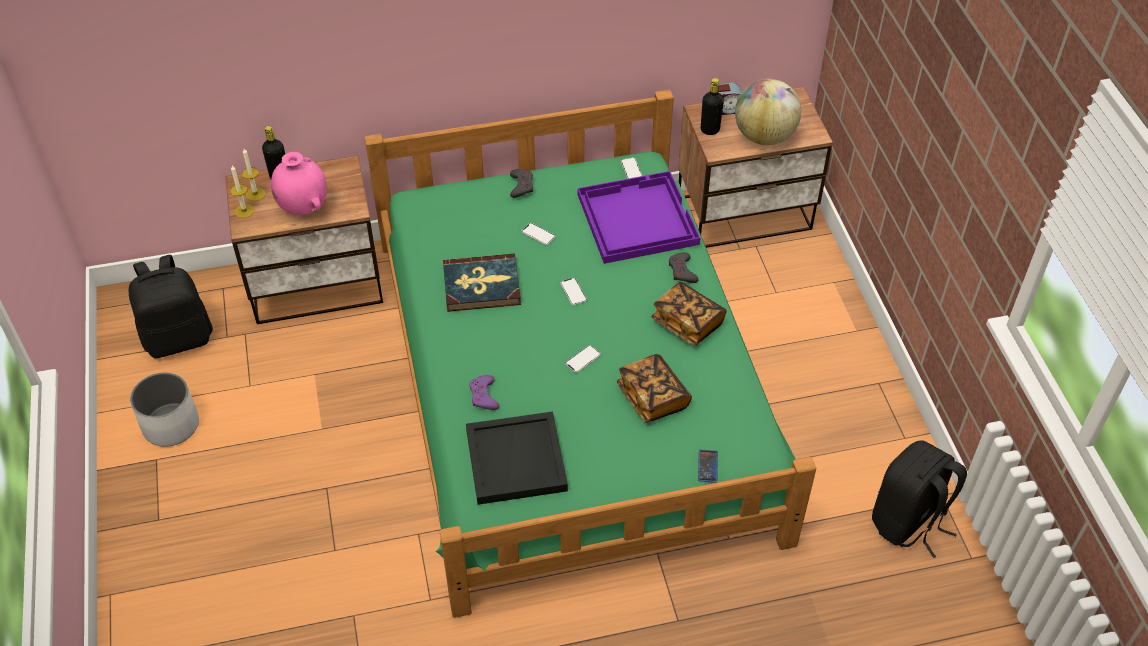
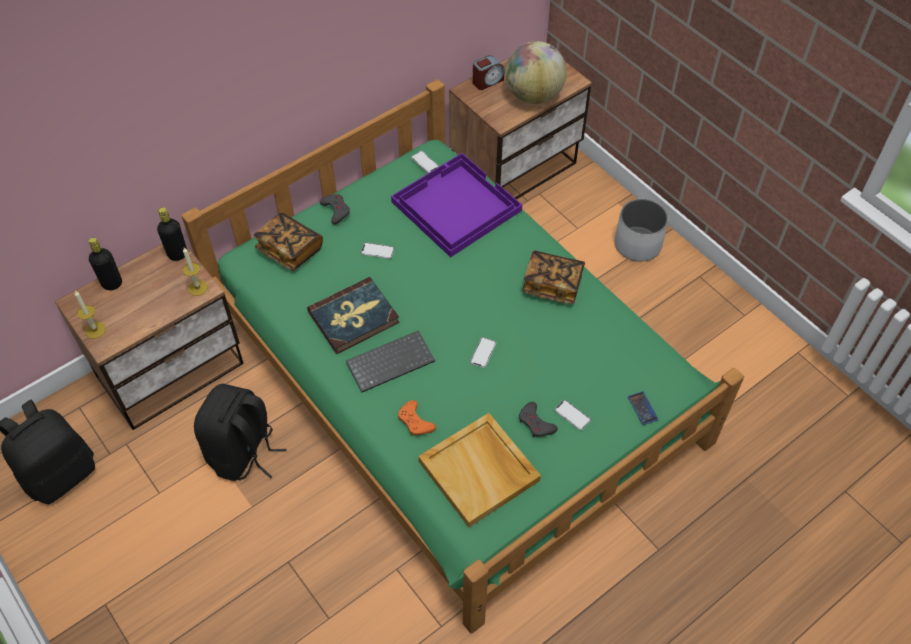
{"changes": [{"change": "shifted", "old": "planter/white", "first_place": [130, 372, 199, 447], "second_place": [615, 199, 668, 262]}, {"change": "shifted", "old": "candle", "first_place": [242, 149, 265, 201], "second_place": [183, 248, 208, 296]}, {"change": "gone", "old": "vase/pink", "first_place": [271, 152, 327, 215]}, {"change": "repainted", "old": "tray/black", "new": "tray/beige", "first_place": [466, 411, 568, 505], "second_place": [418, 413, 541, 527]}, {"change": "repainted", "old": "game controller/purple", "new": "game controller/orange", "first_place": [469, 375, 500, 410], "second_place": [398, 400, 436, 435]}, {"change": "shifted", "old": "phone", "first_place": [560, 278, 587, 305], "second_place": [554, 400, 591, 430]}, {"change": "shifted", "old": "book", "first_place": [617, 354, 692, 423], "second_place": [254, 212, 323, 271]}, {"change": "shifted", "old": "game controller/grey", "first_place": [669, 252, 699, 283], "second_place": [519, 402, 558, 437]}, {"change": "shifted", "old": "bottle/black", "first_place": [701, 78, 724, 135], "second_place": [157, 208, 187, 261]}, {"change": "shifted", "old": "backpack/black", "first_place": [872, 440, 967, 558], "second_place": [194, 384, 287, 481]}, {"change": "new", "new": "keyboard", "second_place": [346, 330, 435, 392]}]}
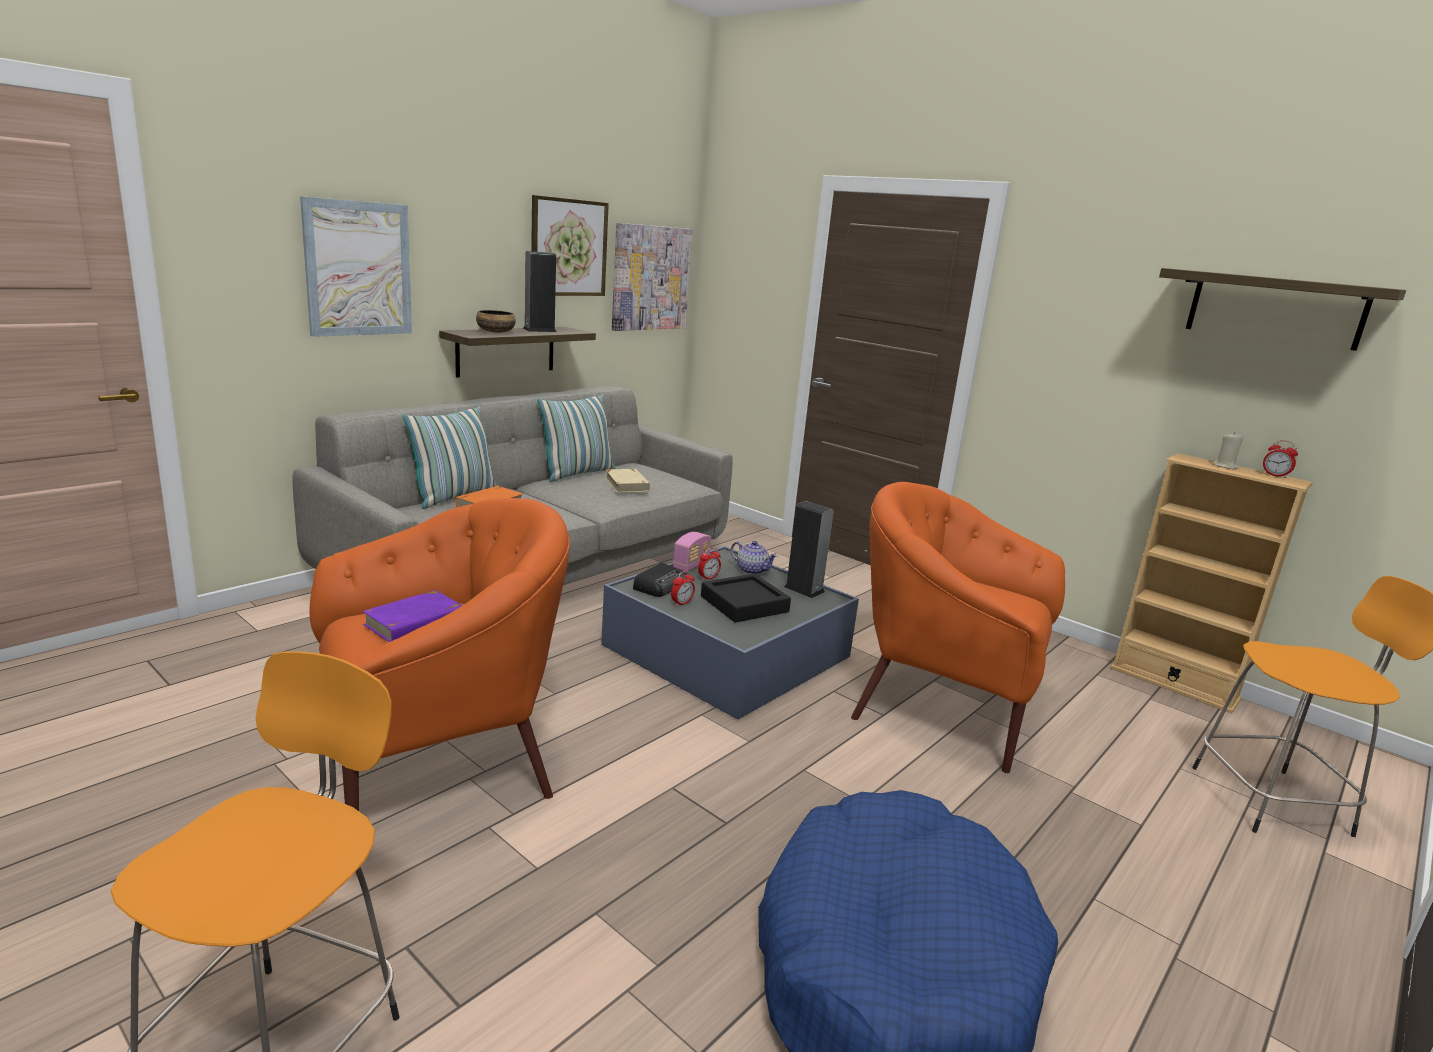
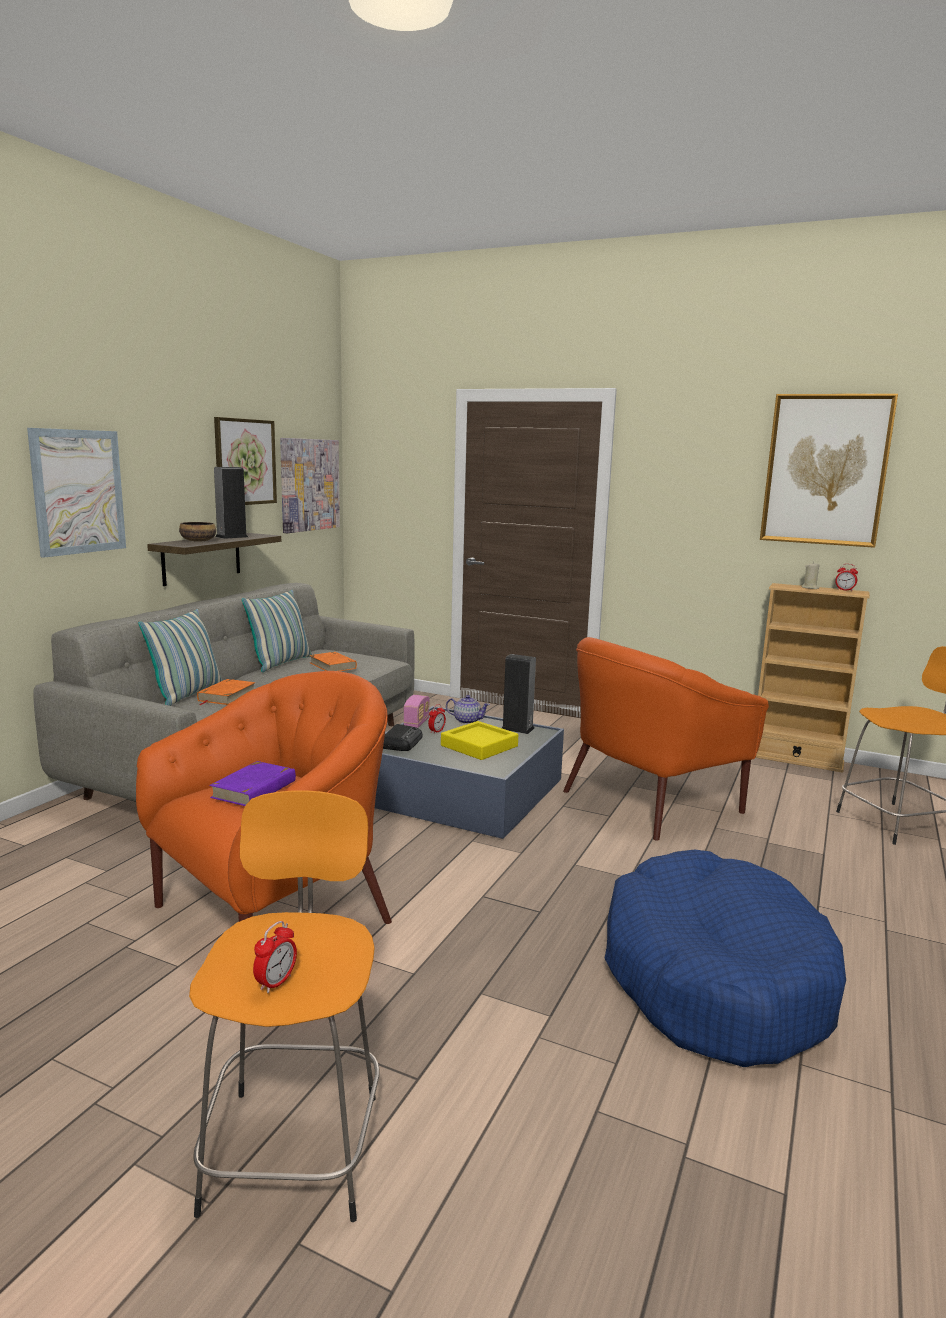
{"changes": [{"change": "repainted", "old": "book/beige", "new": "book/orange", "first_place": [605, 469, 650, 493], "second_place": [309, 652, 357, 671]}, {"change": "shifted", "old": "alarm clock", "first_place": [671, 571, 695, 606], "second_place": [253, 921, 297, 993]}, {"change": "repainted", "old": "tray/black", "new": "tray/yellow", "first_place": [701, 574, 791, 623], "second_place": [441, 721, 518, 760]}, {"change": "rotated", "old": "armchair/orange", "first_place": [851, 482, 1065, 773], "second_place": [563, 637, 769, 840], "degrees": -45}, {"change": "swapped", "old": "shelf", "new": "picture", "first_place": [1159, 268, 1406, 351], "second_place": [760, 394, 898, 548]}]}
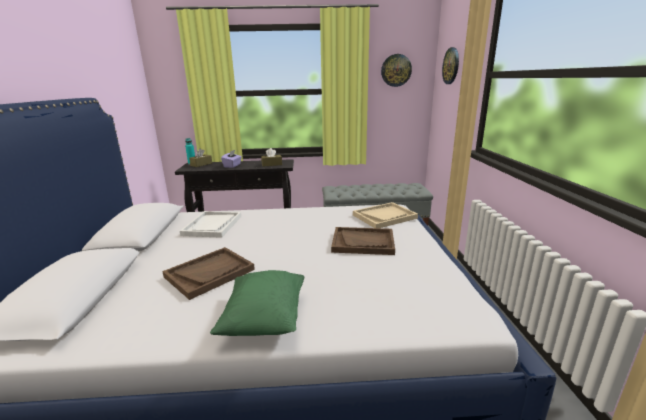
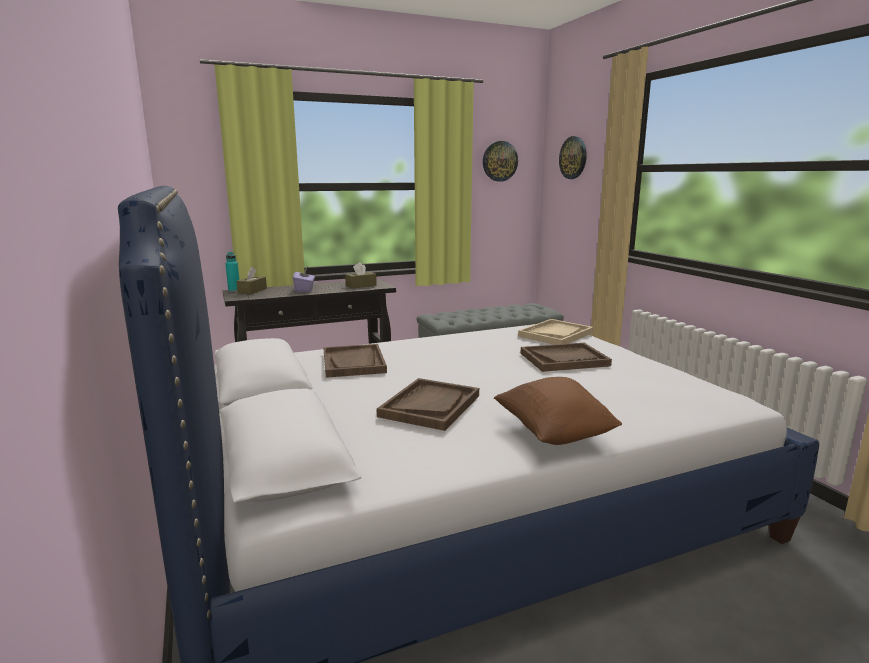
{"changes": [{"change": "repainted", "old": "tray/white", "new": "tray/brown", "first_place": [180, 211, 241, 238], "second_place": [323, 344, 387, 378]}, {"change": "repainted", "old": "pillow/green", "new": "pillow/brown", "first_place": [210, 270, 304, 336], "second_place": [494, 377, 622, 445]}]}
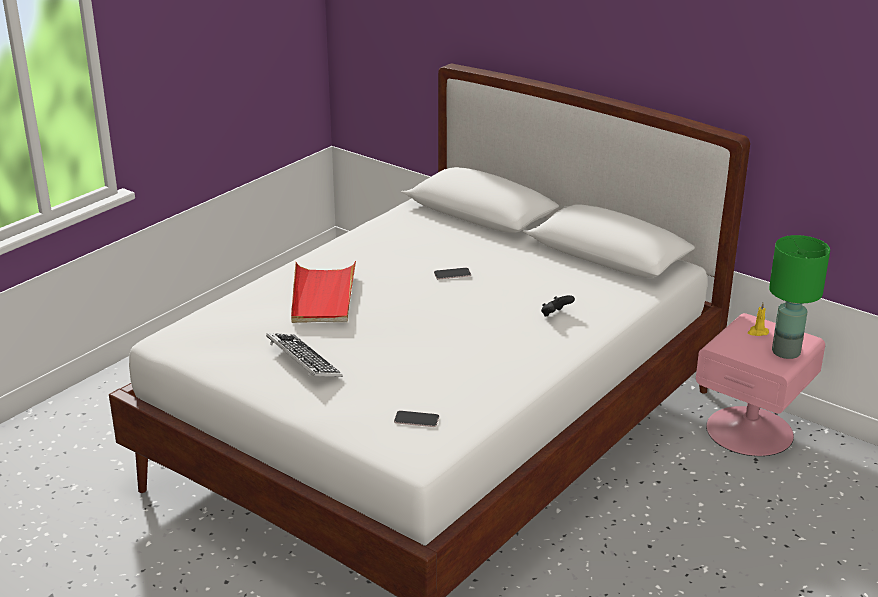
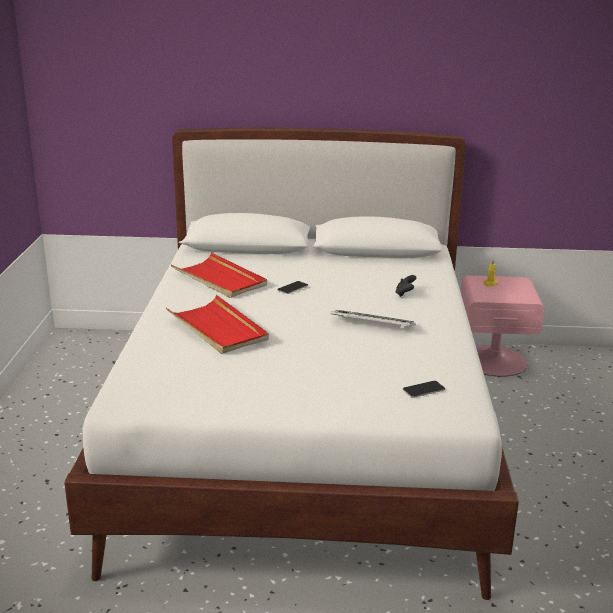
{"changes": [{"change": "shifted", "old": "keyboard", "first_place": [266, 333, 343, 377], "second_place": [330, 310, 416, 328]}, {"change": "gone", "old": "table lamp/green", "first_place": [769, 235, 830, 359]}, {"change": "new", "new": "tray/red", "second_place": [171, 253, 267, 298]}]}
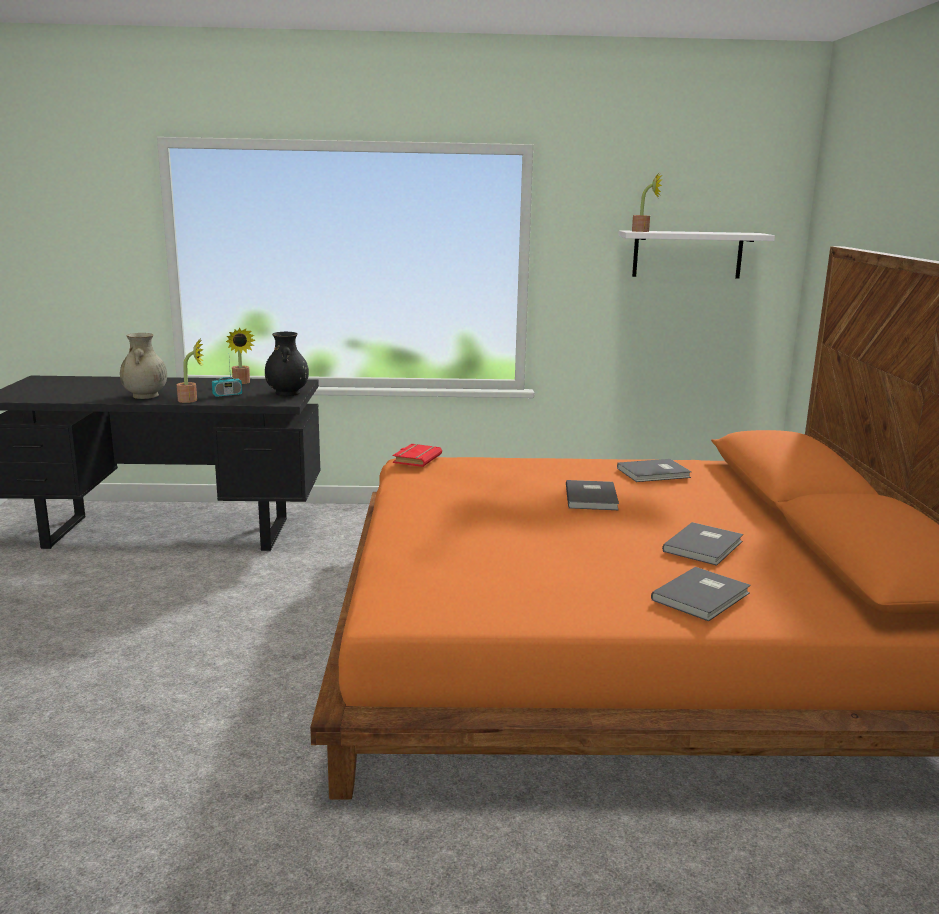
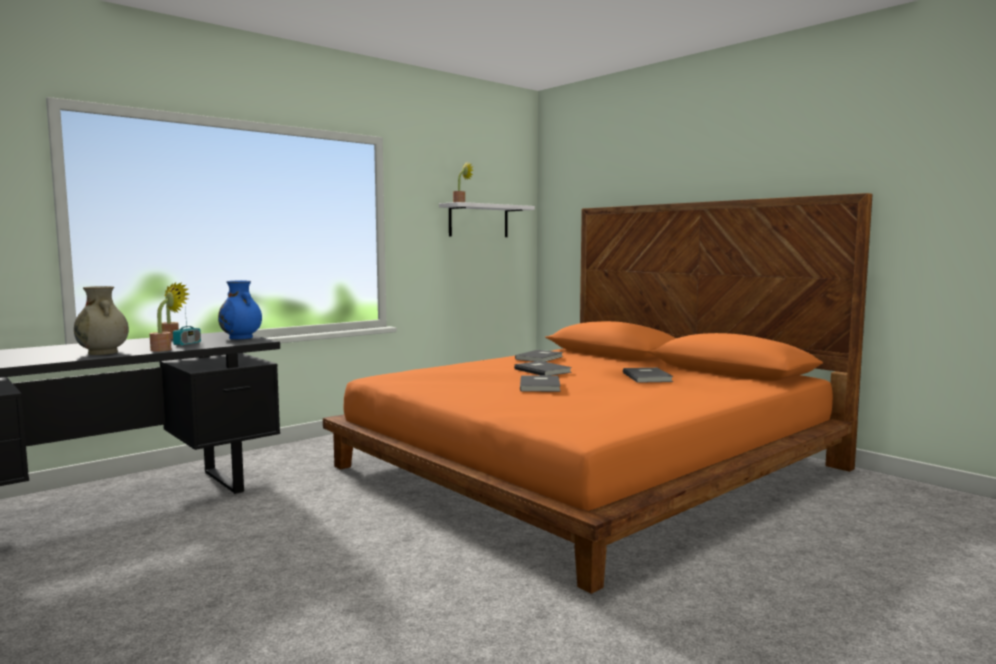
{"changes": [{"change": "repainted", "old": "vase/black", "new": "vase/blue", "first_place": [265, 332, 309, 396], "second_place": [218, 280, 262, 339]}, {"change": "gone", "old": "book/red", "first_place": [393, 444, 442, 467]}, {"change": "shifted", "old": "book/grey", "first_place": [651, 567, 751, 621], "second_place": [520, 375, 560, 392]}]}
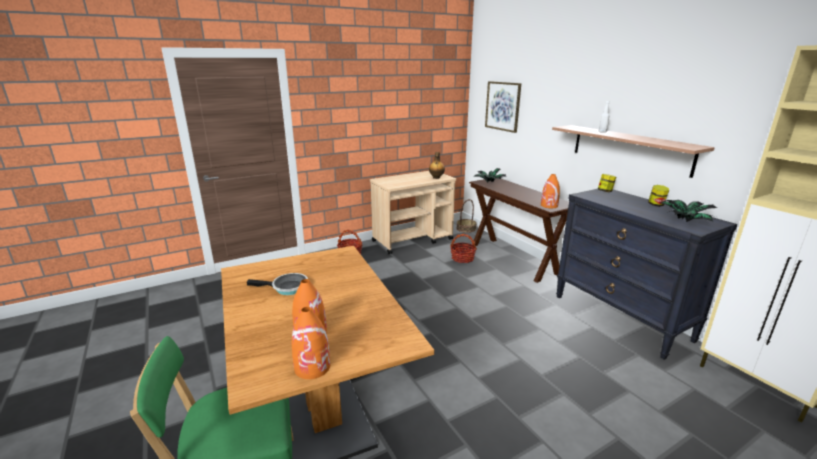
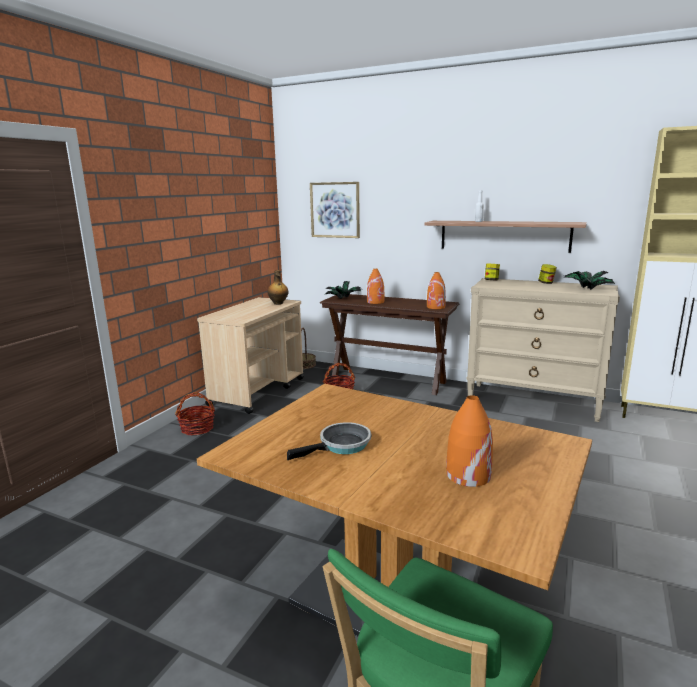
{"changes": [{"change": "shifted", "old": "vase/orange", "first_place": [292, 307, 330, 379], "second_place": [367, 269, 384, 304]}, {"change": "repainted", "old": "dresser/black", "new": "dresser/beige", "first_place": [556, 189, 737, 360], "second_place": [467, 278, 620, 422]}]}
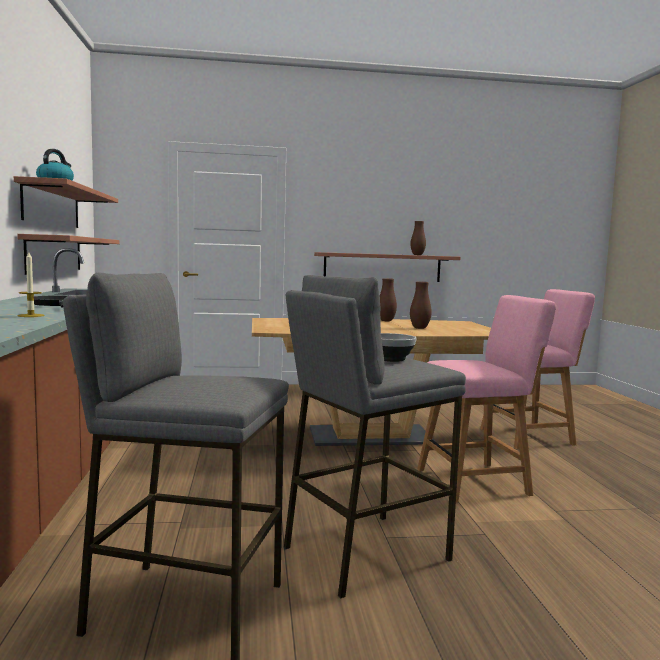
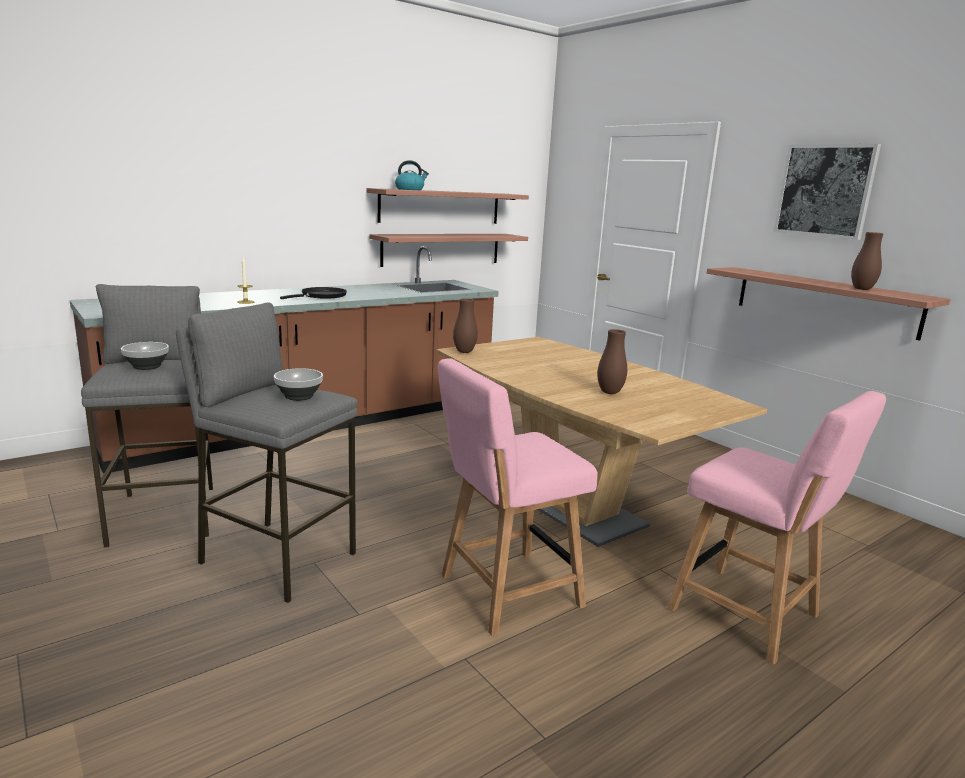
{"changes": [{"change": "shifted", "old": "vase/brown", "first_place": [380, 278, 397, 321], "second_place": [453, 298, 478, 353]}, {"change": "rotated", "old": "chair/pink", "first_place": [417, 295, 556, 502], "second_place": [438, 358, 598, 636], "degrees": 105}, {"change": "new", "new": "bowl", "second_place": [121, 342, 169, 370]}, {"change": "new", "new": "picture", "second_place": [774, 144, 881, 240]}]}
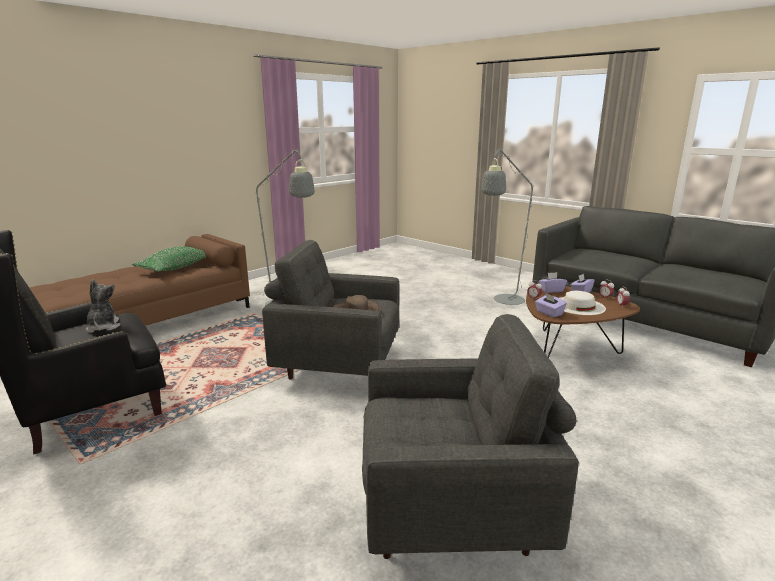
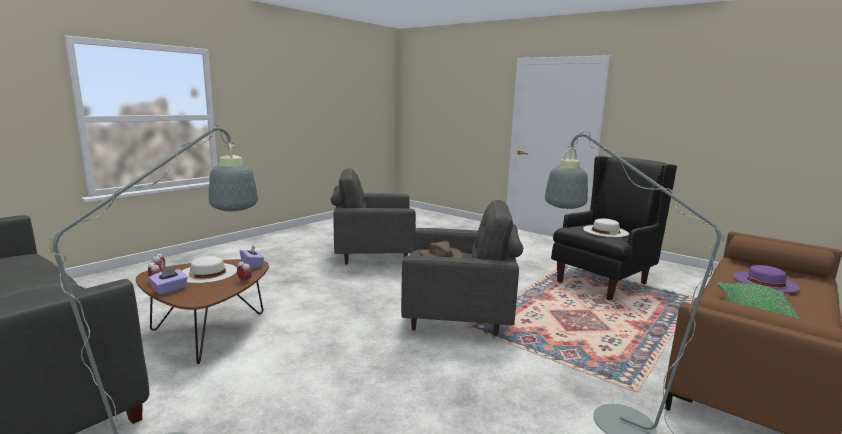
{"changes": [{"change": "swapped", "old": "plush toy", "new": "hat/white", "first_place": [86, 280, 120, 332], "second_place": [583, 218, 629, 237]}, {"change": "gone", "old": "tissue box/purple", "first_place": [539, 272, 567, 293]}, {"change": "new", "new": "hat/purple", "second_place": [733, 265, 800, 293]}]}
